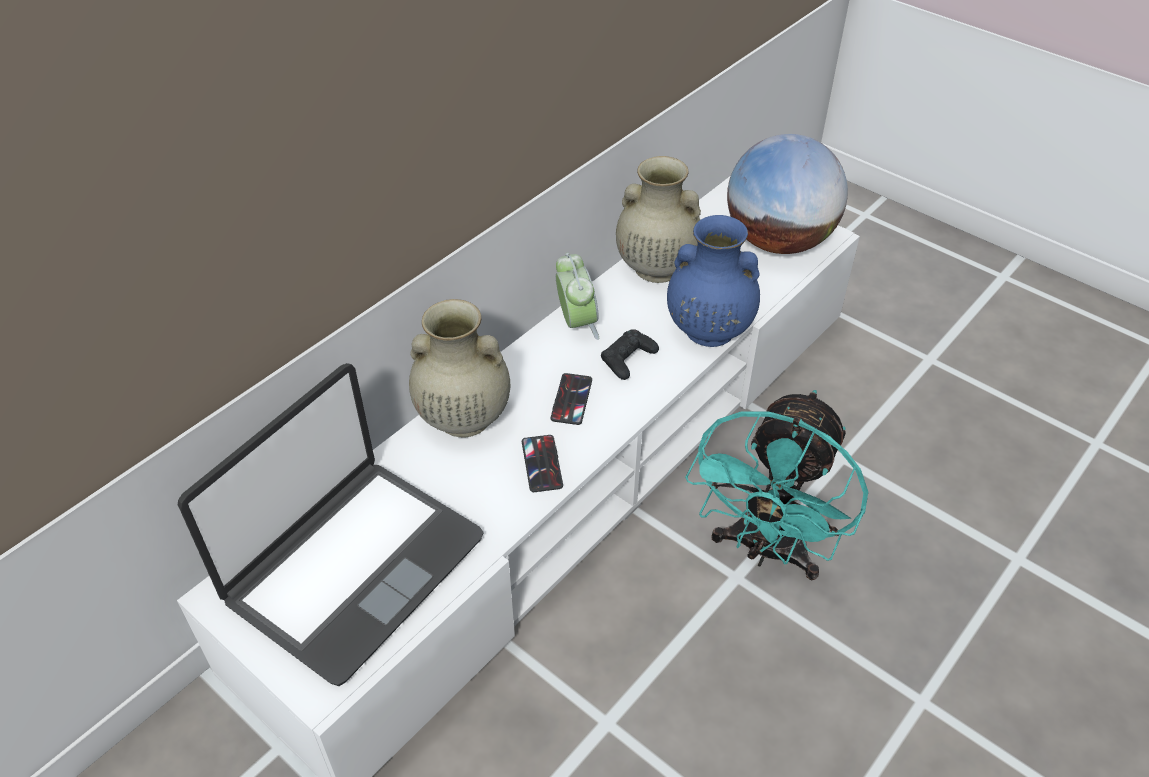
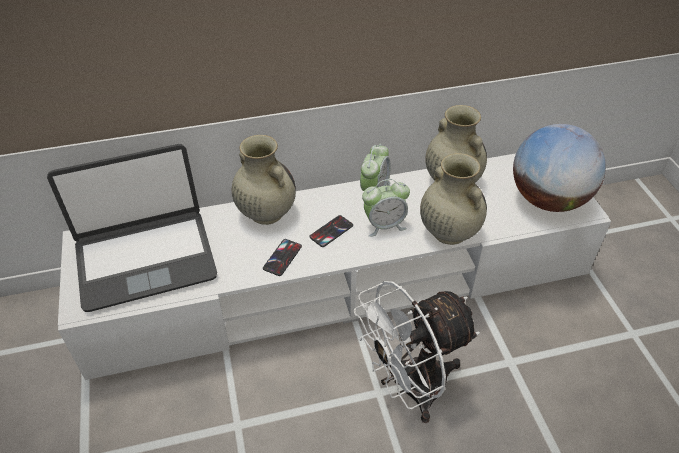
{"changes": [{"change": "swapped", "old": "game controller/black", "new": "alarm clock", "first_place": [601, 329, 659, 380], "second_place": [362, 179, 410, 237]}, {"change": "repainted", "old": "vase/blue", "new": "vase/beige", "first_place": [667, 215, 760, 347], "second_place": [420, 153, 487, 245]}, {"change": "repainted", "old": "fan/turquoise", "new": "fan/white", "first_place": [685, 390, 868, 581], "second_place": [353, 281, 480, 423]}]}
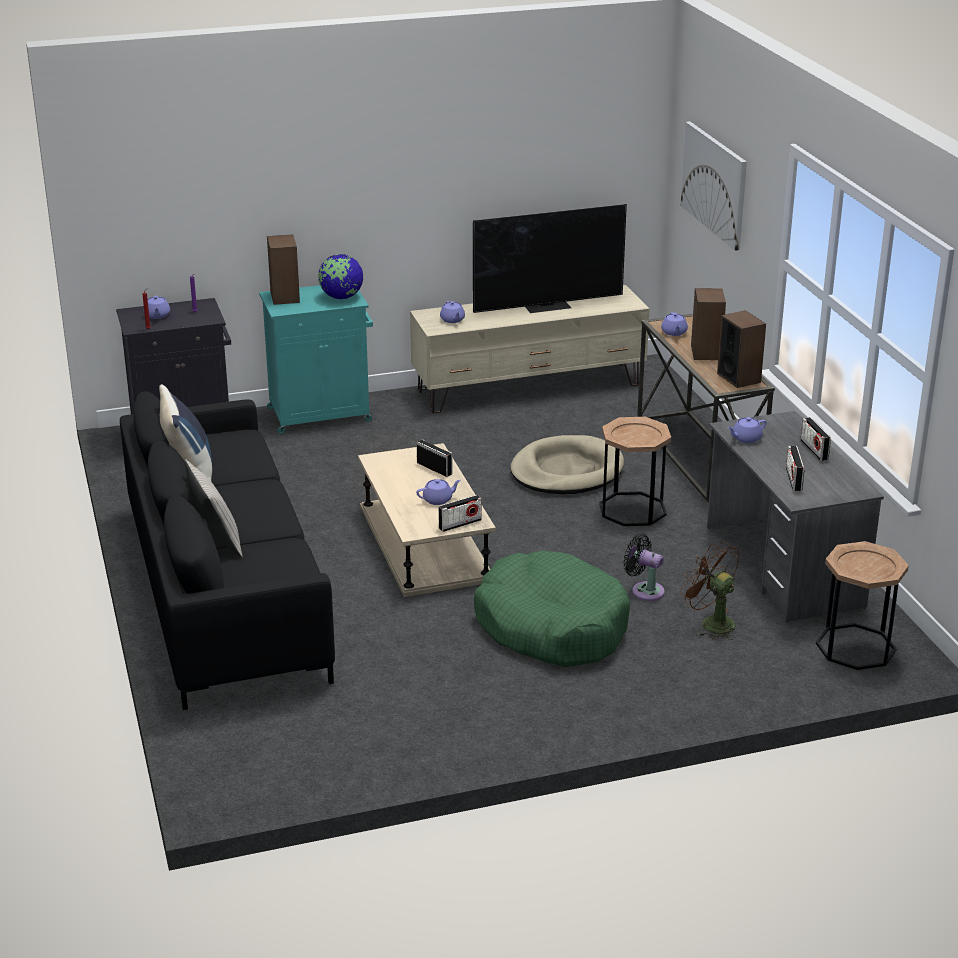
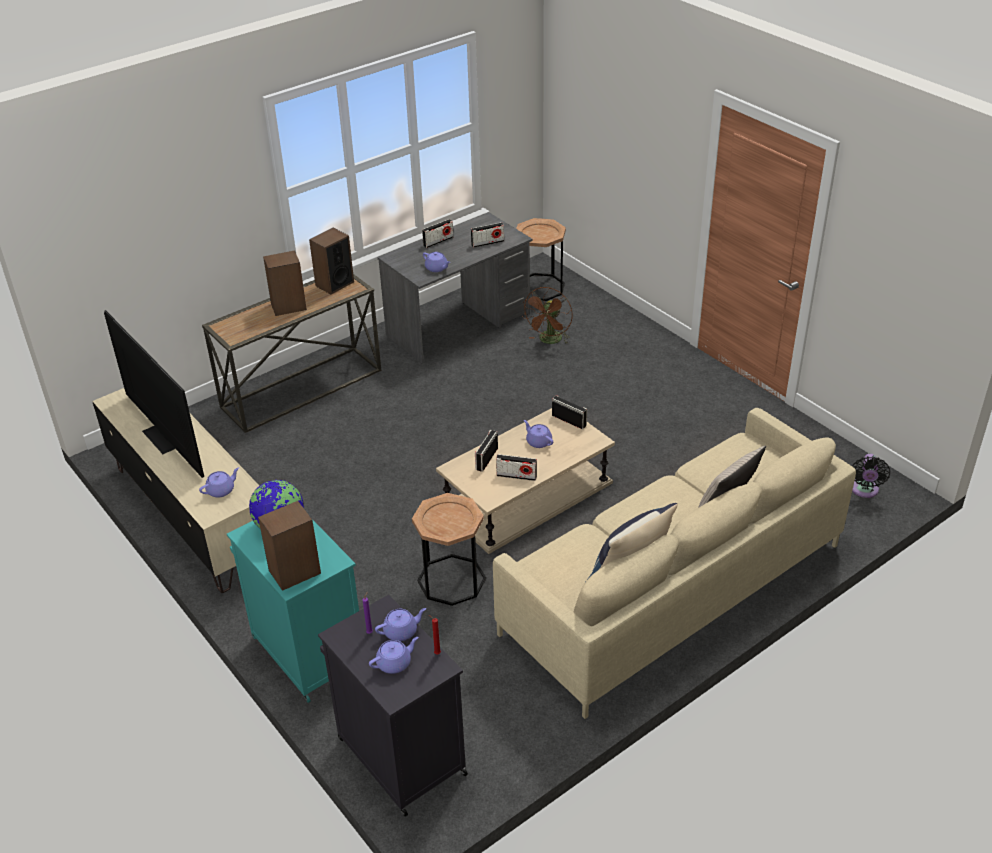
{"changes": [{"change": "repainted", "old": "sofa/black", "new": "sofa/beige", "first_place": [120, 391, 335, 710], "second_place": [493, 408, 856, 719]}, {"change": "gone", "old": "dog bed/green", "first_place": [474, 551, 630, 667]}, {"change": "gone", "old": "dog bed/beige", "first_place": [511, 435, 624, 494]}, {"change": "shifted", "old": "side table/brown", "first_place": [599, 417, 671, 526], "second_place": [412, 493, 486, 606]}, {"change": "shifted", "old": "fan/black", "first_place": [623, 534, 665, 601], "second_place": [852, 454, 890, 498]}, {"change": "shifted", "old": "teapot/purple", "first_place": [661, 312, 688, 336], "second_place": [375, 608, 426, 641]}, {"change": "gone", "old": "picture", "first_place": [681, 121, 747, 251]}, {"change": "new", "new": "radio", "second_place": [496, 454, 537, 481]}]}
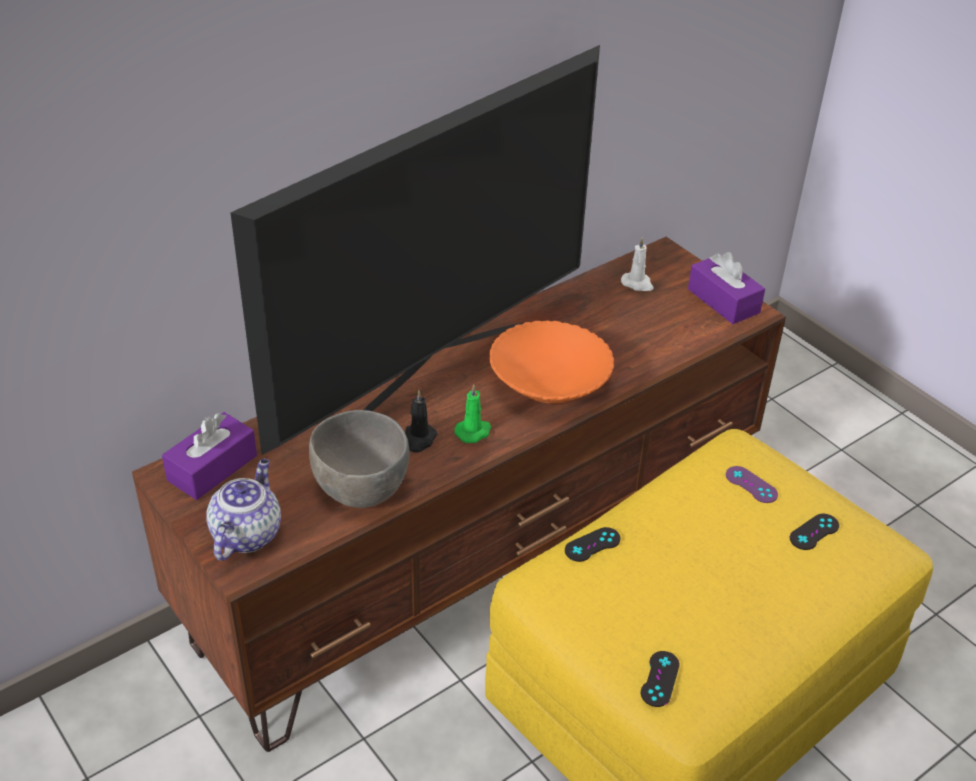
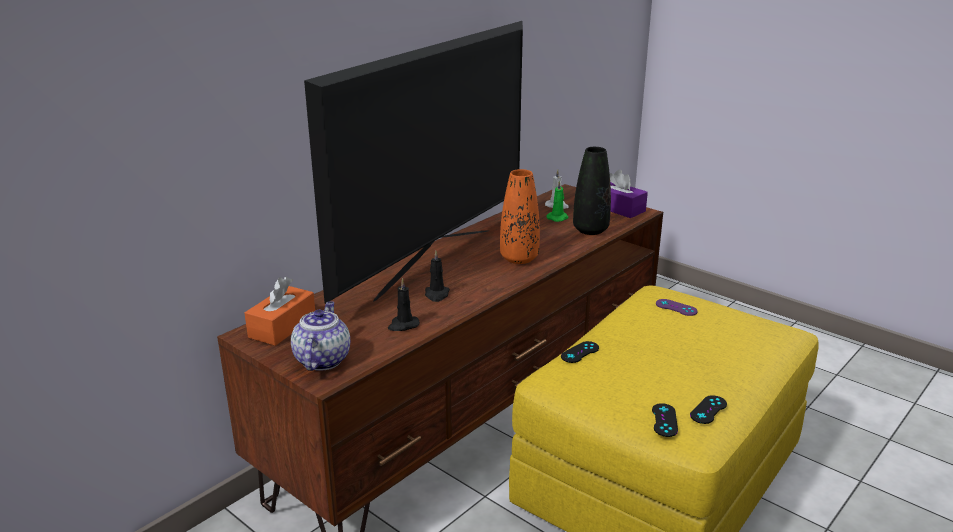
{"changes": [{"change": "repainted", "old": "tissue box/purple", "new": "tissue box/orange", "first_place": [162, 412, 257, 500], "second_place": [245, 277, 315, 346]}, {"change": "swapped", "old": "bowl/grey", "new": "candle/black", "first_place": [309, 410, 409, 508], "second_place": [388, 278, 420, 331]}, {"change": "shifted", "old": "candle/green", "first_place": [455, 384, 491, 443], "second_place": [546, 180, 569, 222]}, {"change": "swapped", "old": "bowl/orange", "new": "vase/orange", "first_place": [489, 321, 614, 403], "second_place": [500, 169, 540, 264]}, {"change": "shifted", "old": "game controller/black", "first_place": [790, 514, 839, 550], "second_place": [690, 395, 727, 424]}, {"change": "new", "new": "vase/black", "second_place": [573, 147, 611, 235]}]}
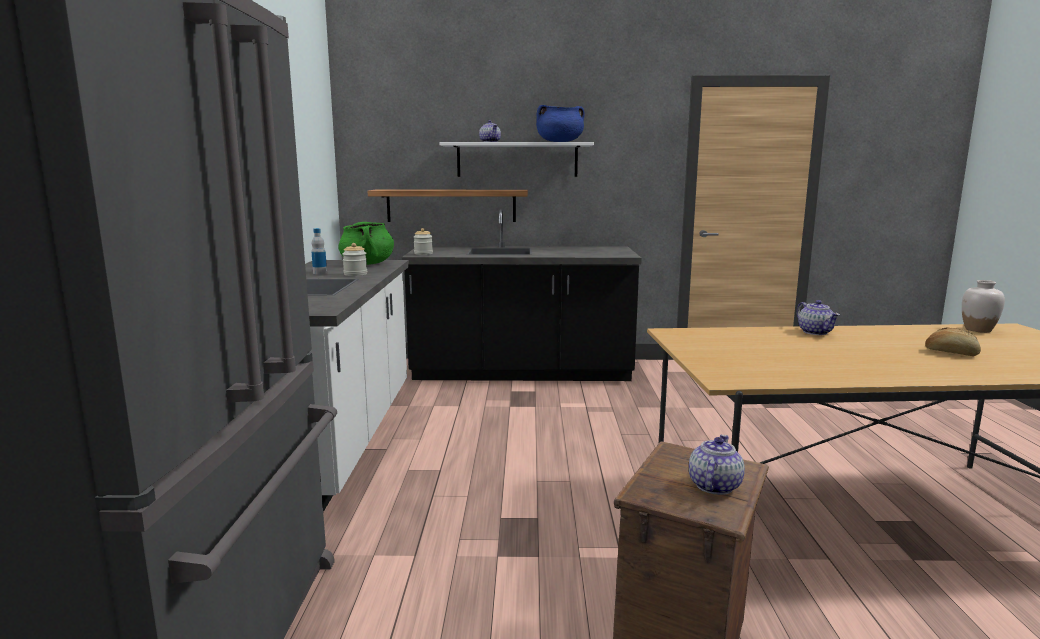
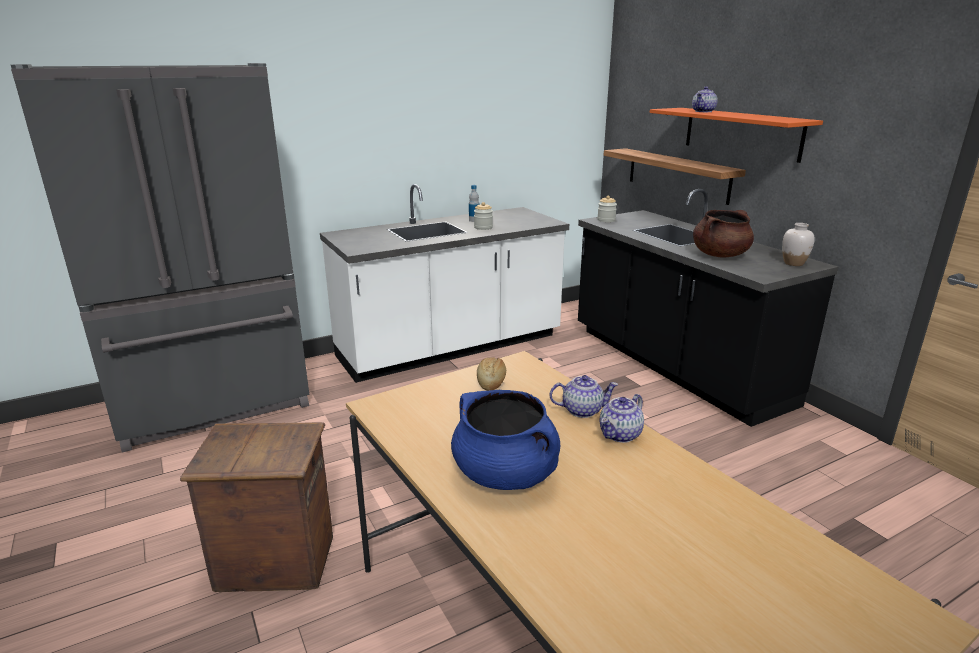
{"changes": [{"change": "gone", "old": "cooking pot/green", "first_place": [338, 222, 394, 265]}, {"change": "repainted", "old": "shelf/white", "new": "shelf/orange", "first_place": [439, 142, 594, 177], "second_place": [650, 108, 823, 163]}, {"change": "shifted", "old": "cooking pot/blue", "first_place": [536, 105, 585, 142], "second_place": [451, 390, 560, 490]}, {"change": "shifted", "old": "teapot", "first_place": [689, 435, 745, 495], "second_place": [550, 375, 618, 418]}, {"change": "shifted", "old": "bread", "first_place": [925, 327, 981, 356], "second_place": [477, 357, 506, 391]}, {"change": "shifted", "old": "vase/white", "first_place": [962, 280, 1005, 333], "second_place": [782, 223, 815, 266]}, {"change": "new", "new": "cooking pot/brown", "second_place": [693, 210, 754, 258]}]}
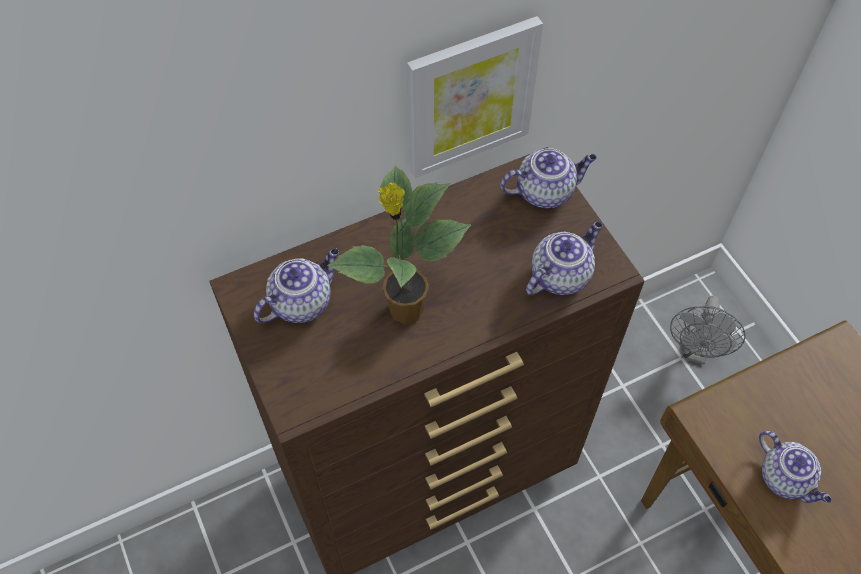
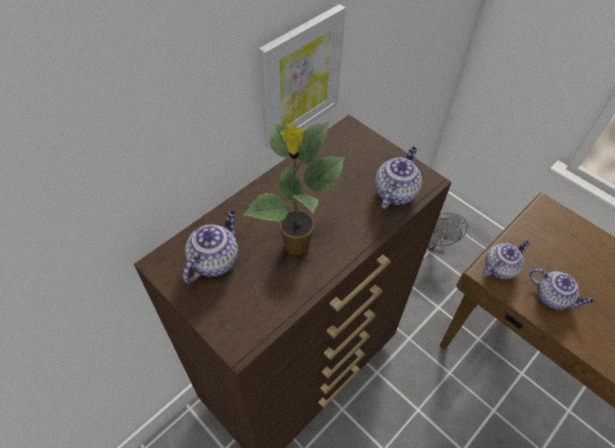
{"changes": [{"change": "shifted", "old": "teapot", "first_place": [501, 148, 597, 209], "second_place": [483, 241, 530, 280]}]}
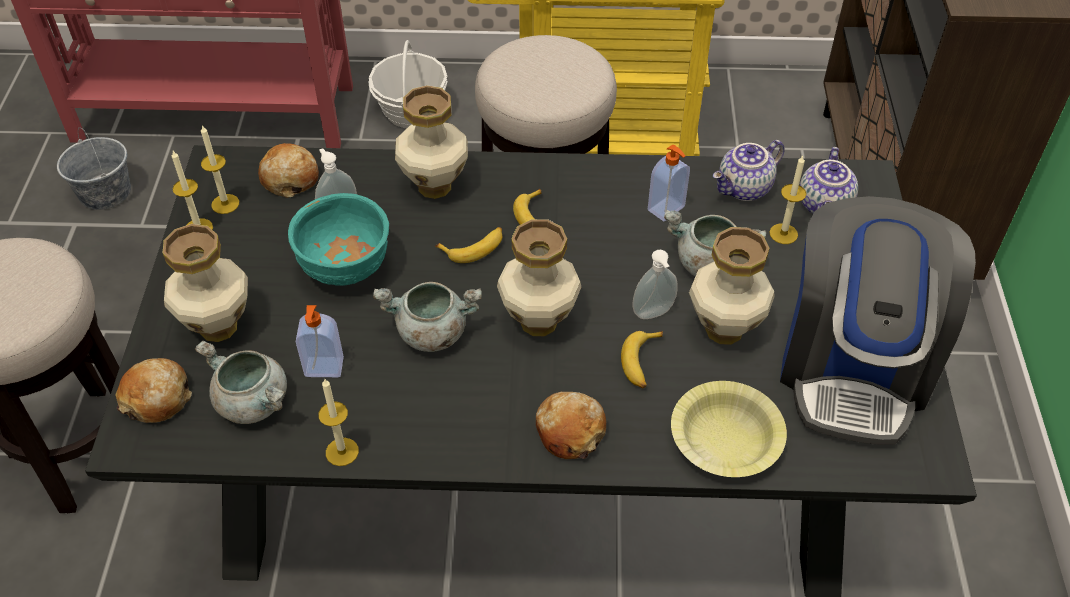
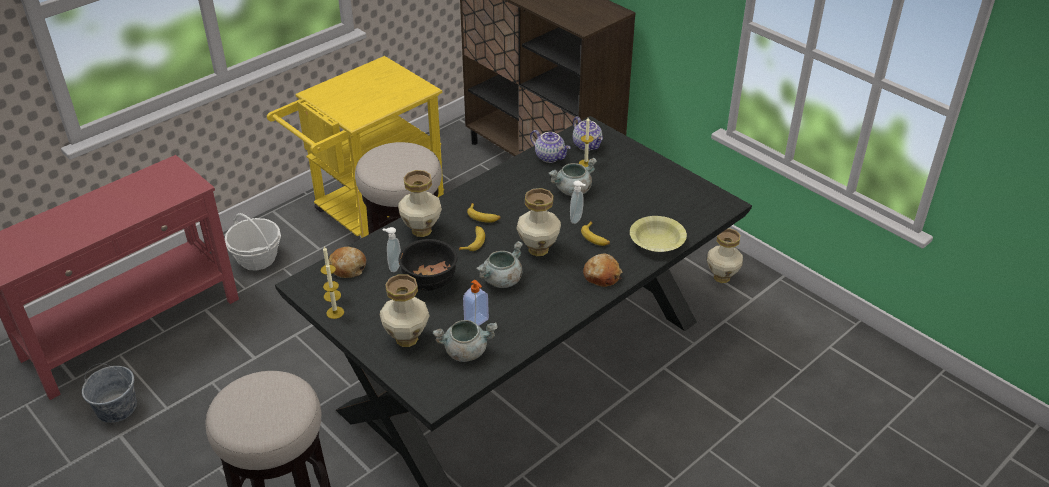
{"changes": [{"change": "gone", "old": "bread", "first_place": [115, 358, 192, 423]}, {"change": "repainted", "old": "bowl/turquoise", "new": "bowl/black", "first_place": [288, 193, 389, 286], "second_place": [399, 239, 458, 291]}, {"change": "gone", "old": "candle", "first_place": [318, 378, 359, 466]}, {"change": "gone", "old": "soap dispenser", "first_place": [648, 145, 690, 222]}, {"change": "shifted", "old": "vase", "first_place": [689, 227, 774, 345], "second_place": [707, 228, 743, 283]}, {"change": "rotated", "old": "teapot", "first_place": [713, 140, 785, 201], "second_place": [530, 130, 571, 163], "degrees": -60}, {"change": "gone", "old": "coffee machine", "first_place": [780, 196, 976, 445]}]}
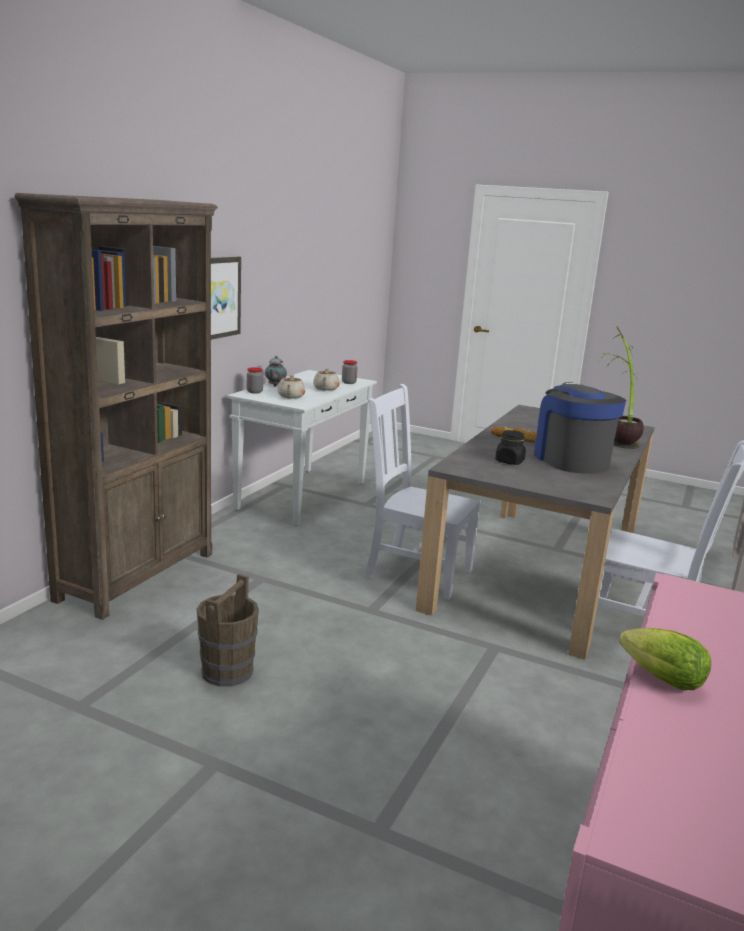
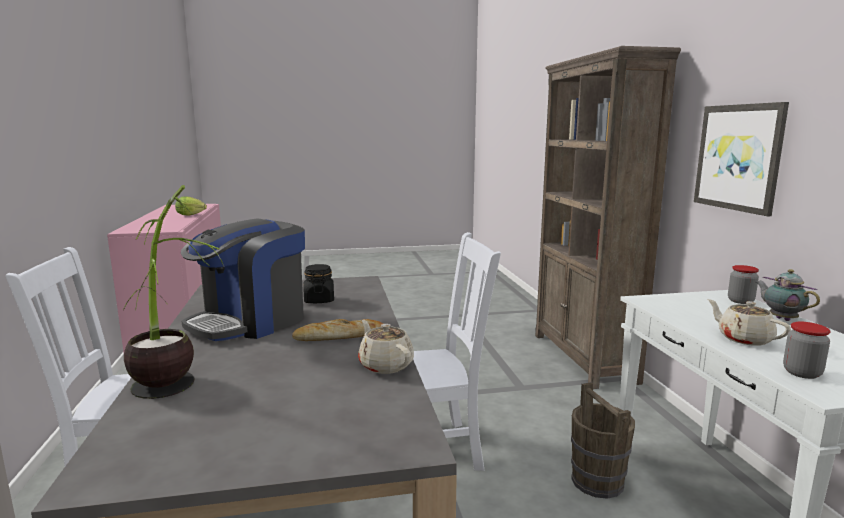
{"changes": [{"change": "shifted", "old": "bucket/brown", "first_place": [197, 574, 259, 687], "second_place": [571, 382, 635, 499]}, {"change": "shifted", "old": "teapot/beige", "first_place": [277, 375, 305, 399], "second_place": [358, 320, 414, 374]}, {"change": "rotated", "old": "coffee machine", "first_place": [534, 383, 626, 474], "second_place": [181, 219, 305, 341], "degrees": 90}]}
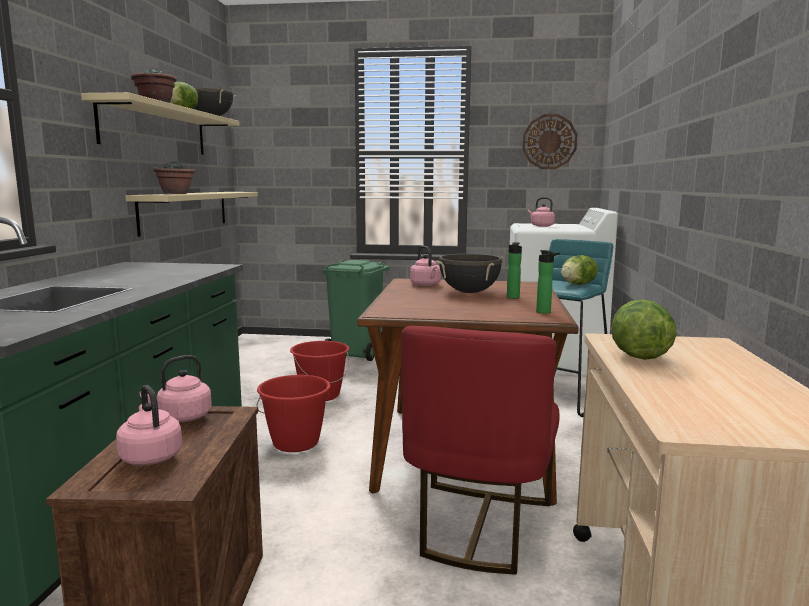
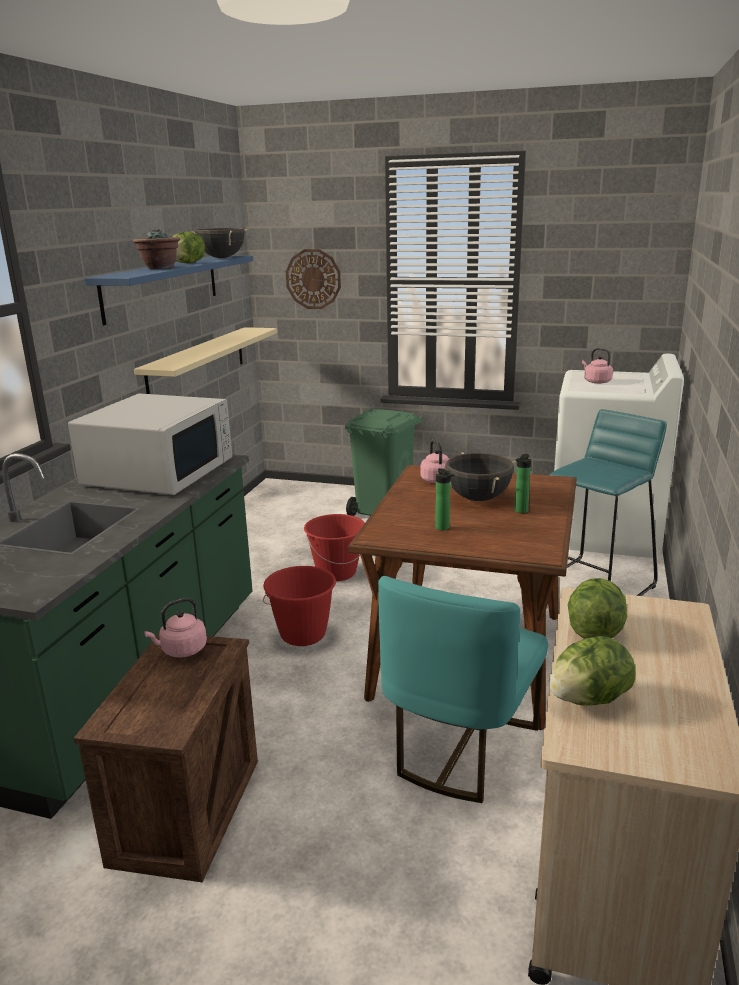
{"changes": [{"change": "repainted", "old": "shelf/beige", "new": "shelf/blue", "first_place": [81, 92, 239, 155], "second_place": [84, 256, 253, 325]}, {"change": "gone", "old": "kettle/pink", "first_place": [116, 385, 182, 466]}, {"change": "gone", "old": "potted plant", "first_place": [153, 161, 195, 194]}, {"change": "repainted", "old": "chair/red", "new": "chair/turquoise", "first_place": [402, 326, 559, 575], "second_place": [378, 576, 548, 803]}, {"change": "shifted", "old": "wall clock", "first_place": [522, 114, 578, 169], "second_place": [286, 249, 341, 309]}, {"change": "shifted", "old": "bottle", "first_place": [536, 250, 560, 313], "second_place": [435, 468, 454, 530]}, {"change": "shifted", "old": "lettuce", "first_place": [561, 255, 598, 285], "second_place": [549, 636, 635, 705]}, {"change": "new", "new": "microwave/white", "second_place": [68, 393, 232, 495]}]}
